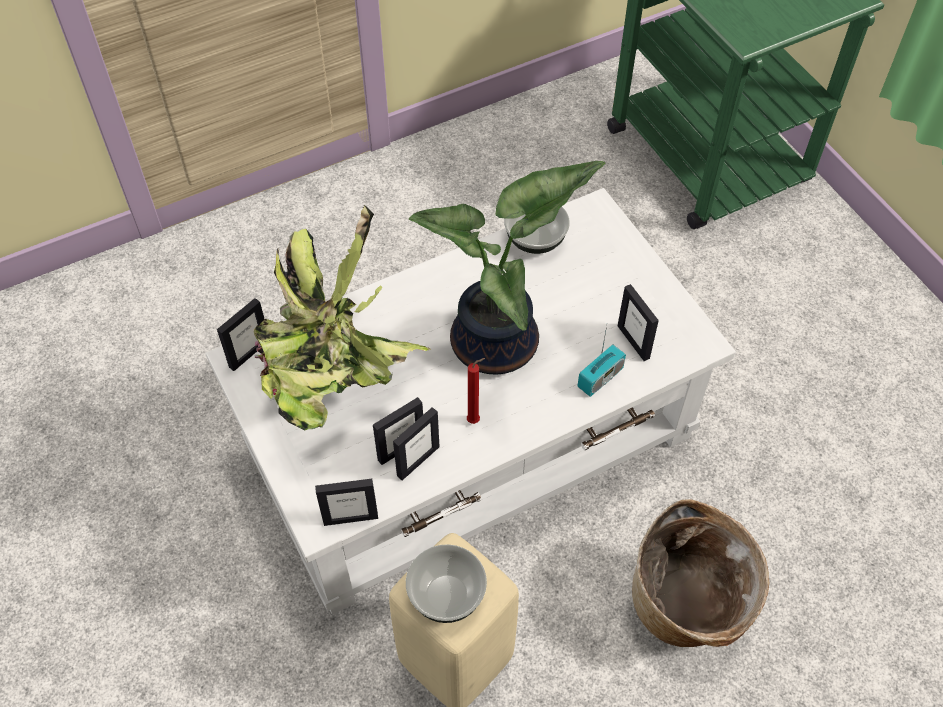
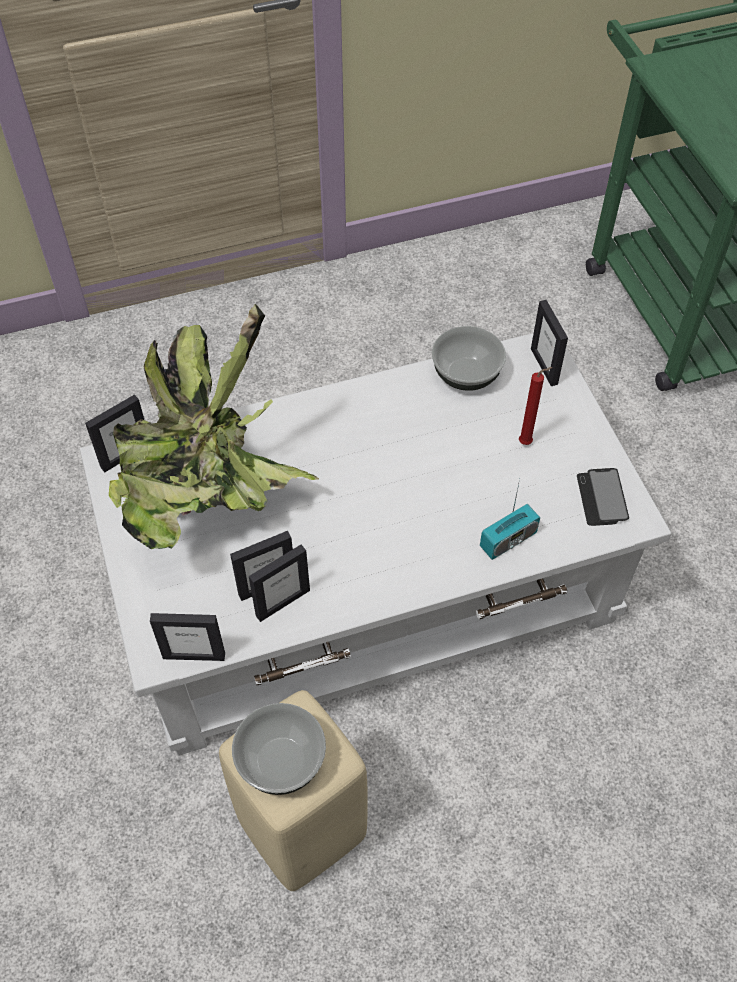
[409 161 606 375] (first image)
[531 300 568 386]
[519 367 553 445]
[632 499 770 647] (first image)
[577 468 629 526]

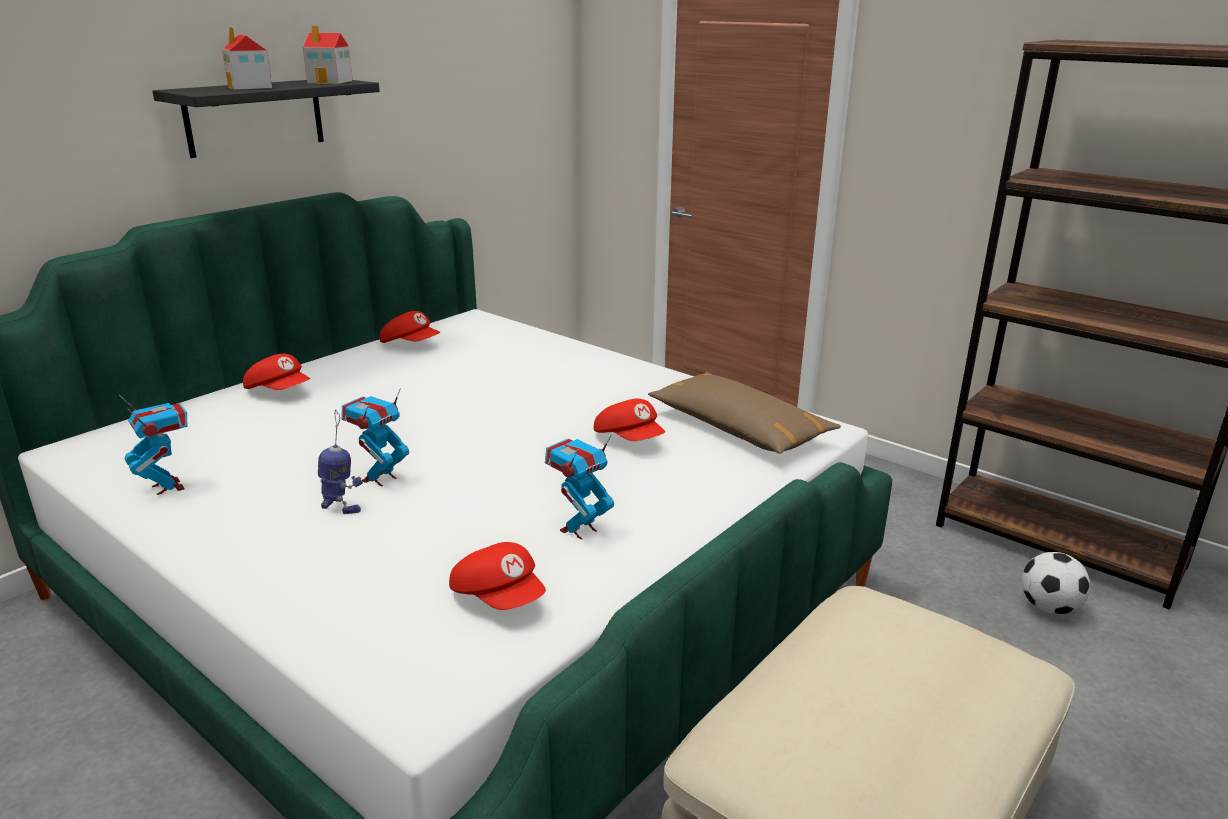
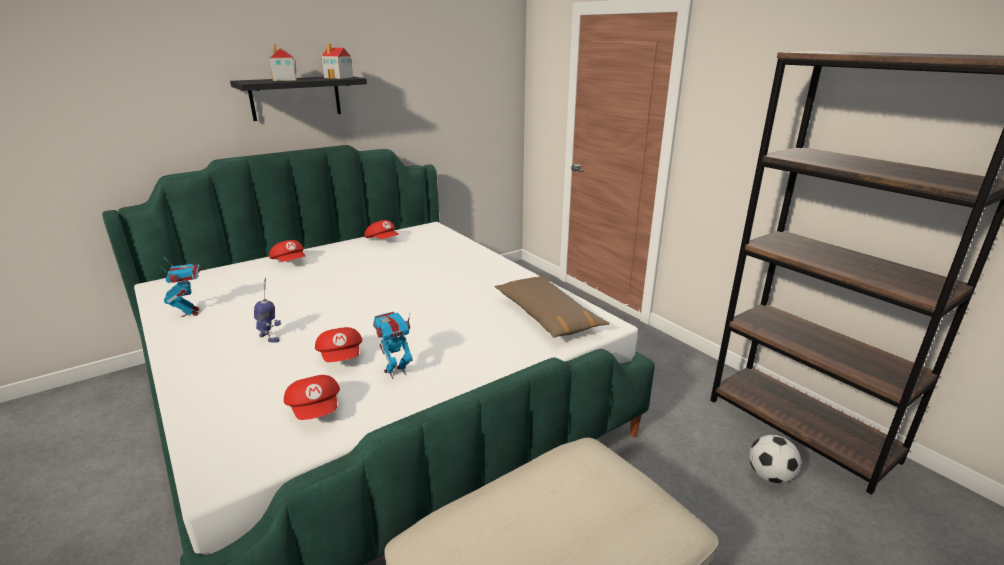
[341 388 409 486] (first image)
[315 327 363 362]

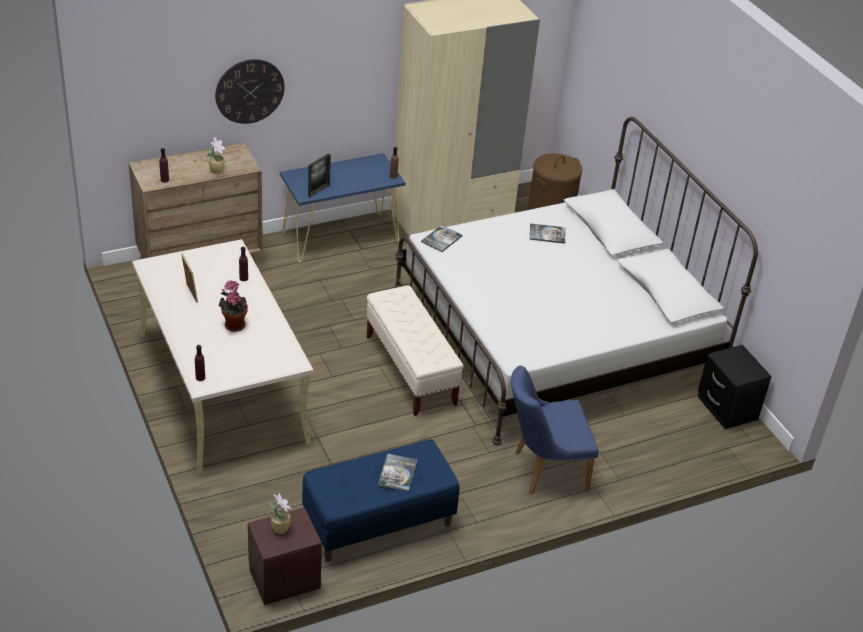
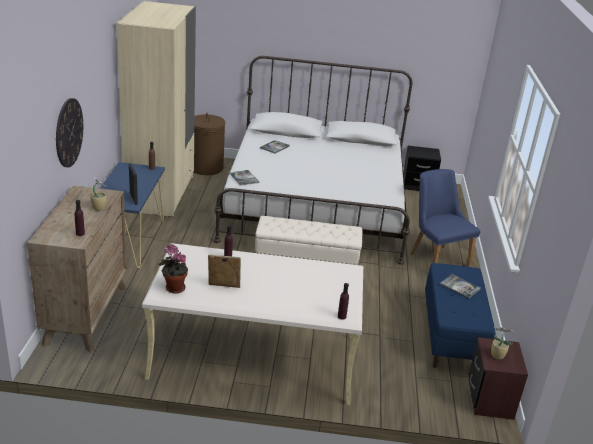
[158 244 188 294]
[410 169 480 267]

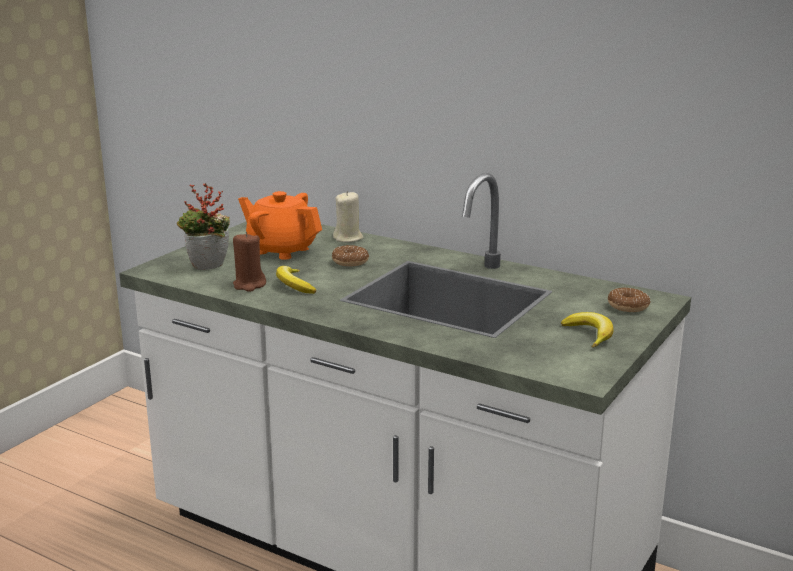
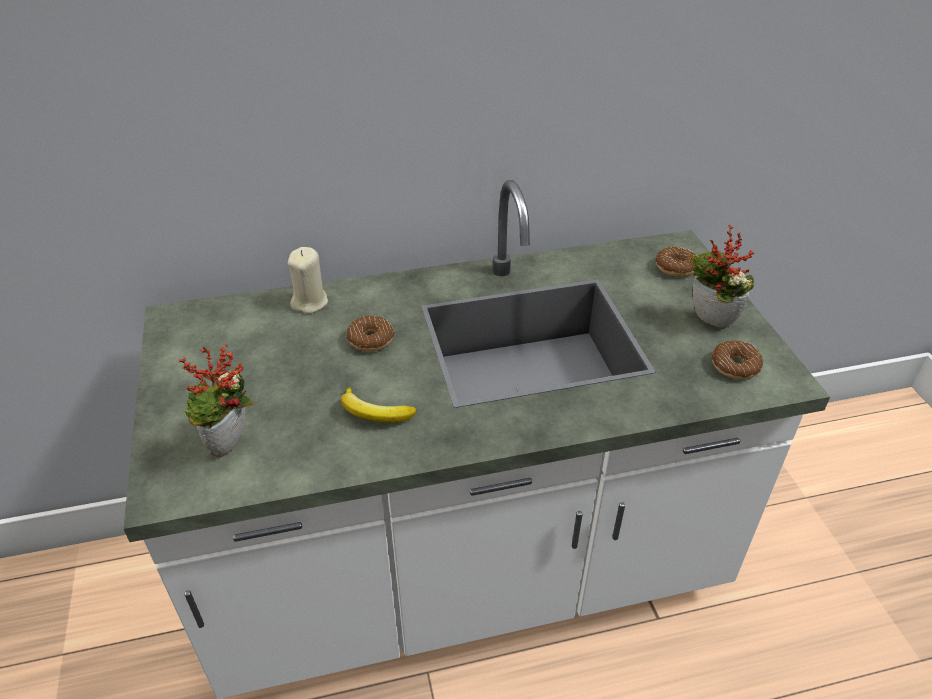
[238 191 322 260] (first image)
[233 232 266 292] (first image)
[690 224 755 328]
[712 341 763 379]

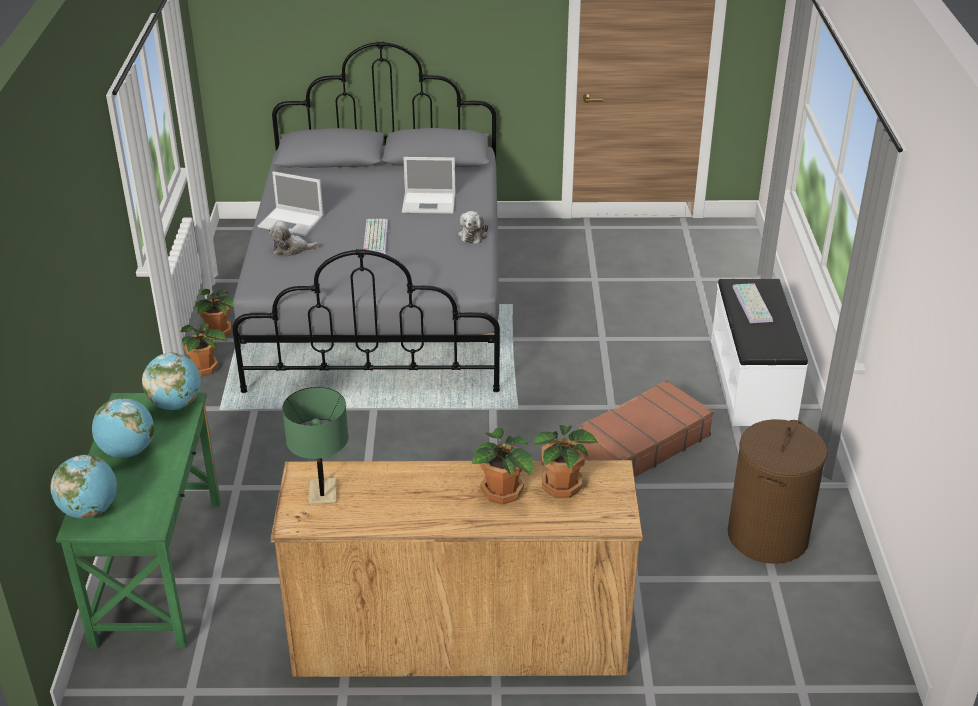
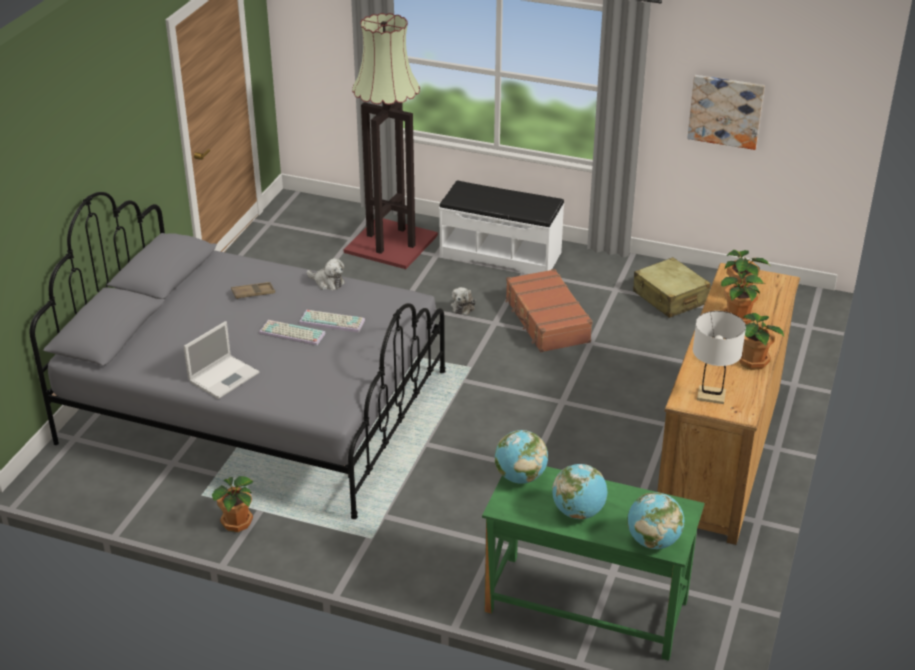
[231 282 275 299]
[451 287 476 315]
[299 310 365 333]
[739 313 784 370]
[693 311 746 404]
[633 257 711 318]
[344 13 438 269]
[687 75 765 150]

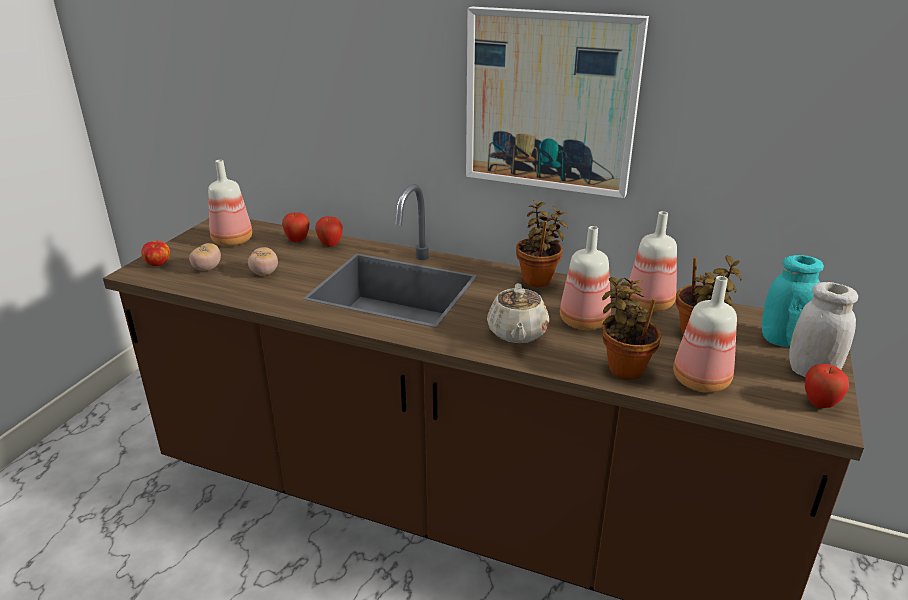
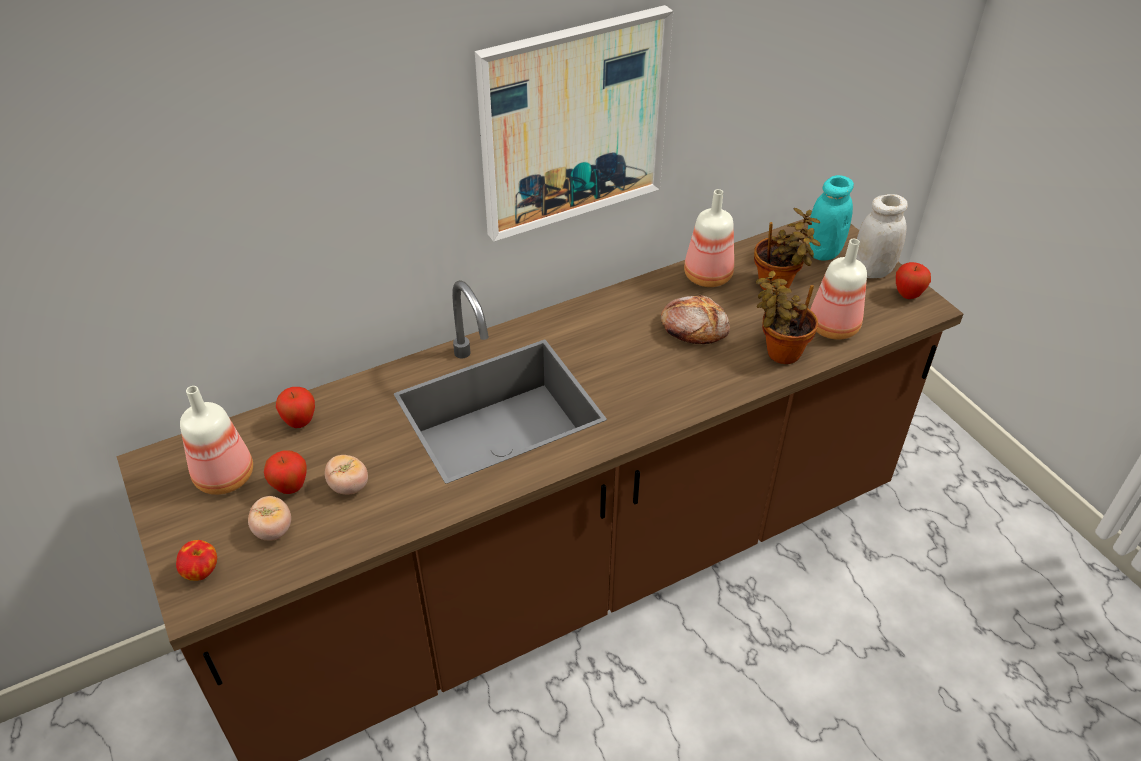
[516 200 568 287] (first image)
[264 450 307 494]
[661 295 730 344]
[487 283 549 343] (first image)

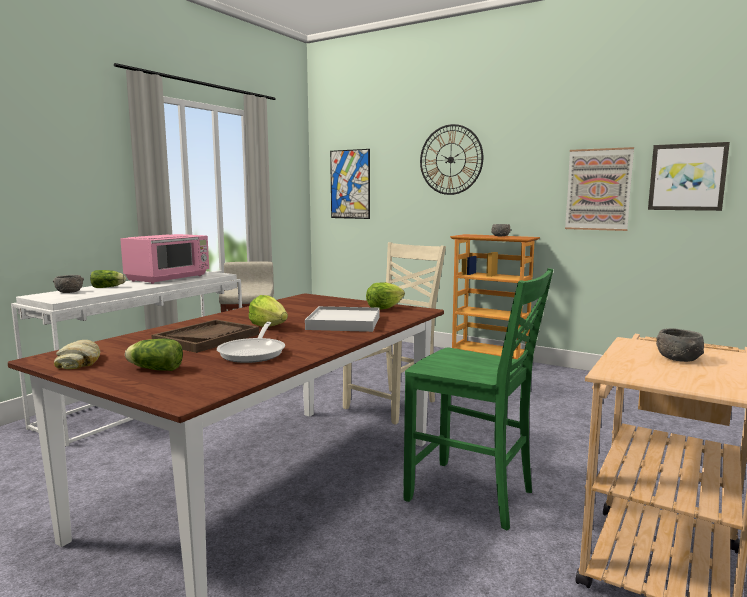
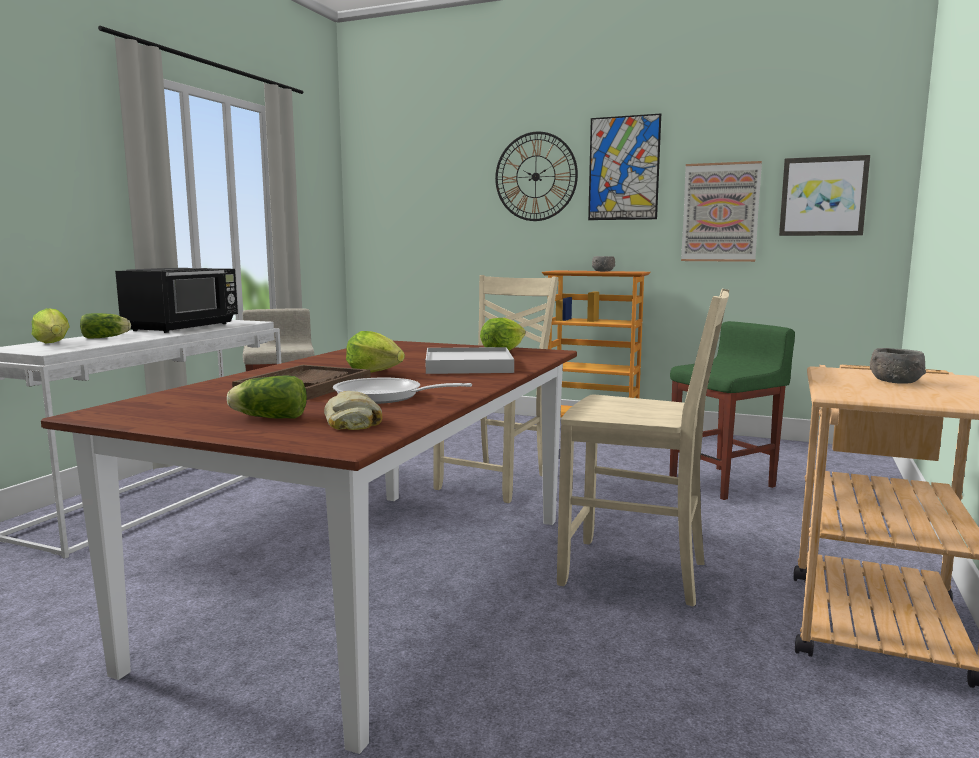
[588 113 661 220]
[115 268 238 333]
[557 289 729 607]
[32 308 70 343]
[333 378 472 404]
[324 391 382 430]
[670 321 795 500]

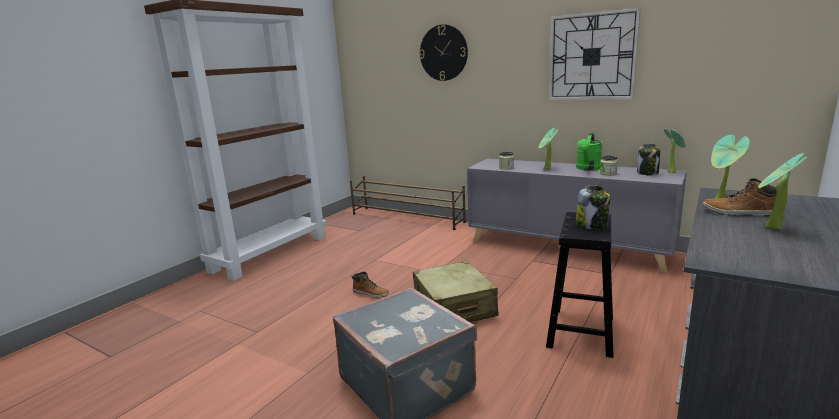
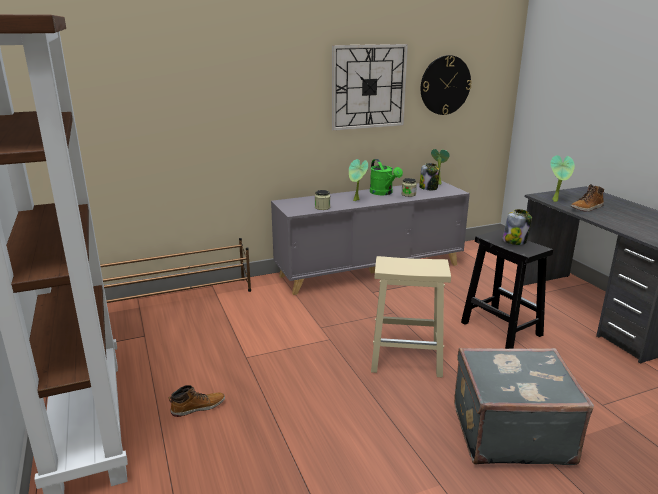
[421 55 472 115]
[758 153 807 230] (first image)
[371 256 451 378]
[169 385 225 417]

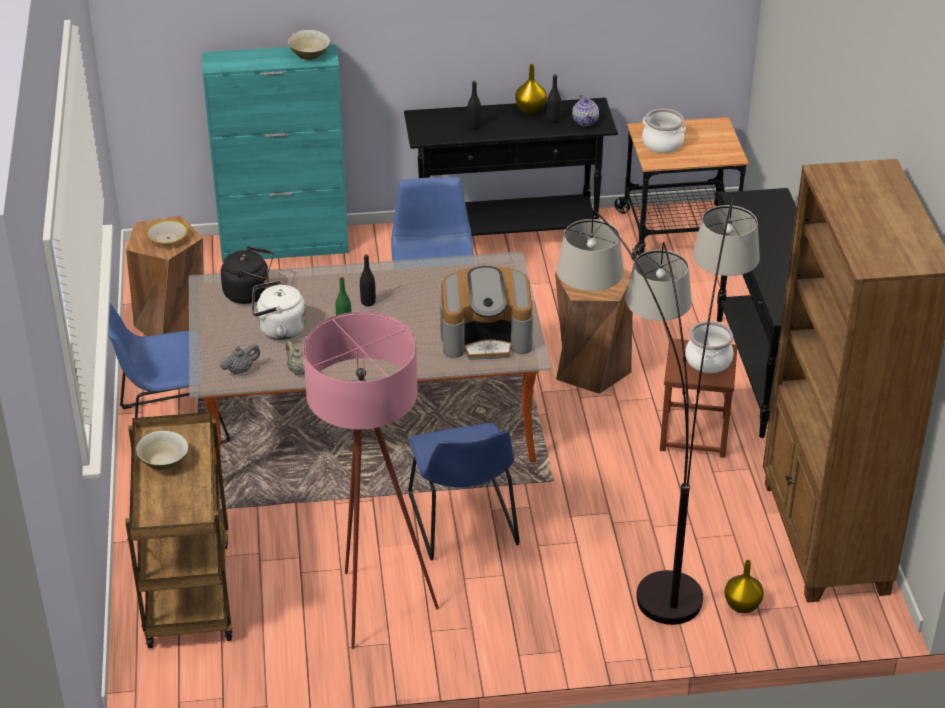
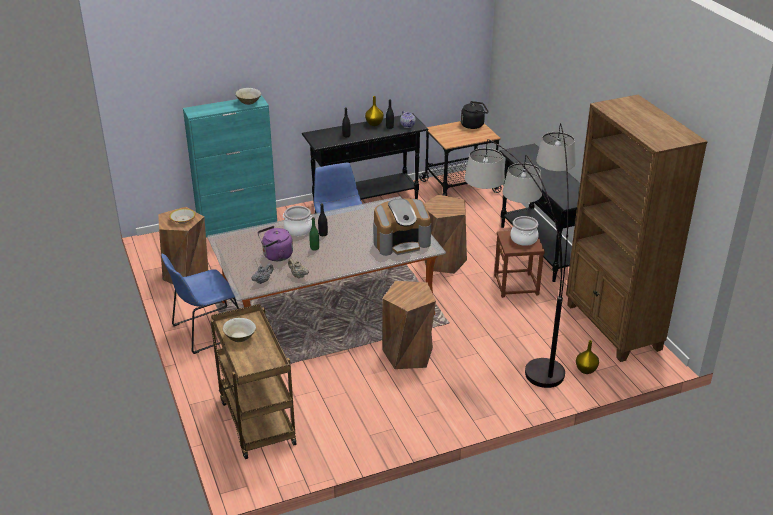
[283 206 313 236]
[461 101 489 129]
[258 226 293 261]
[303 312 439 649] (first image)
[382 281 436 369]

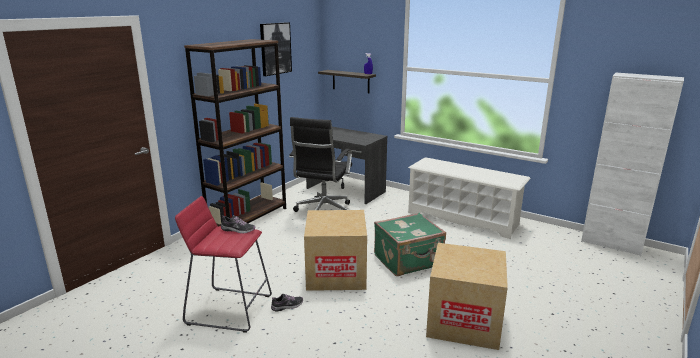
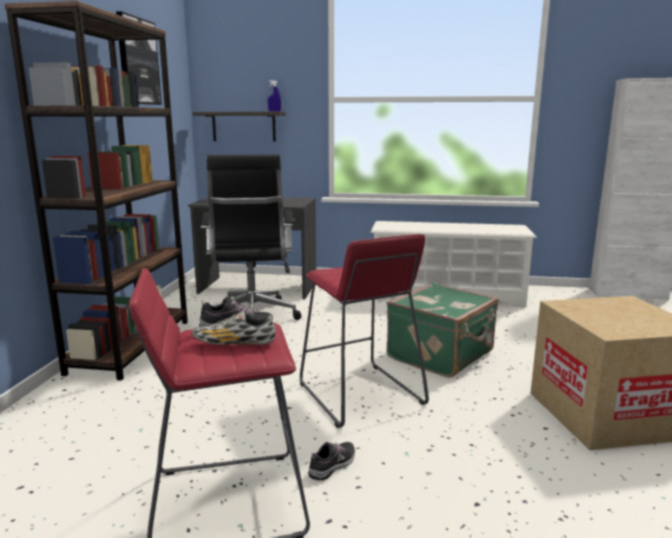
[300 234 429 428]
[192 310 276 345]

